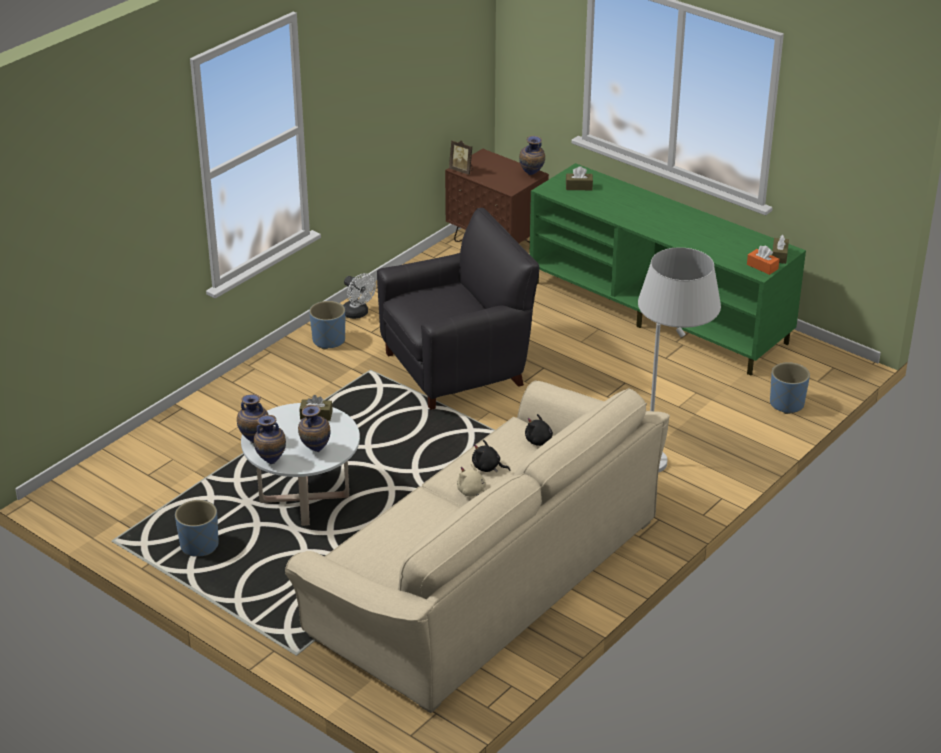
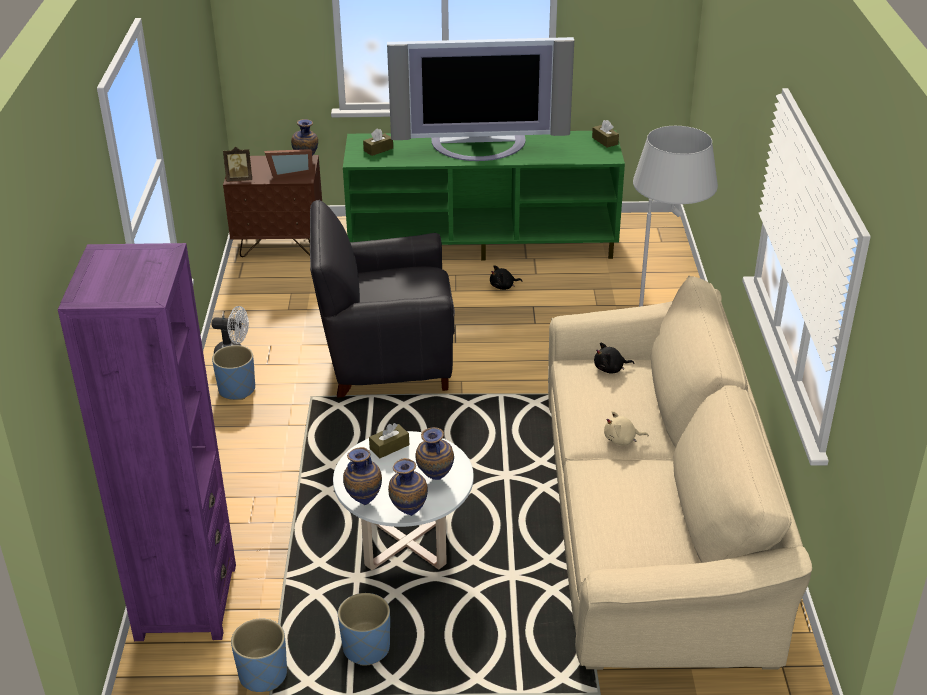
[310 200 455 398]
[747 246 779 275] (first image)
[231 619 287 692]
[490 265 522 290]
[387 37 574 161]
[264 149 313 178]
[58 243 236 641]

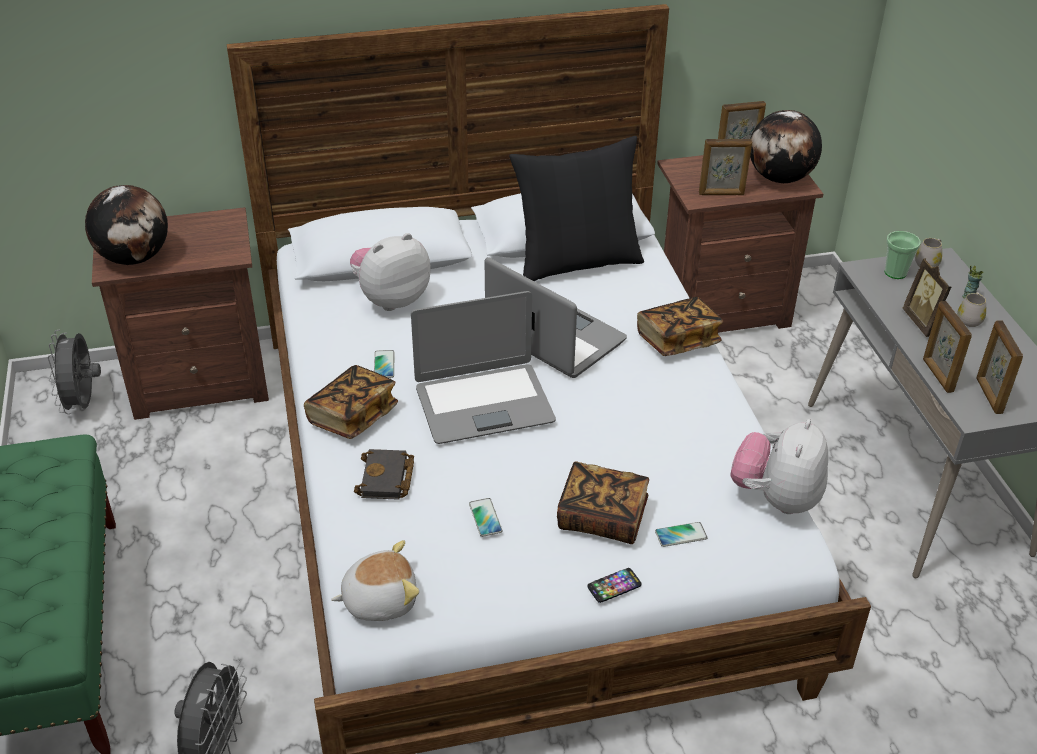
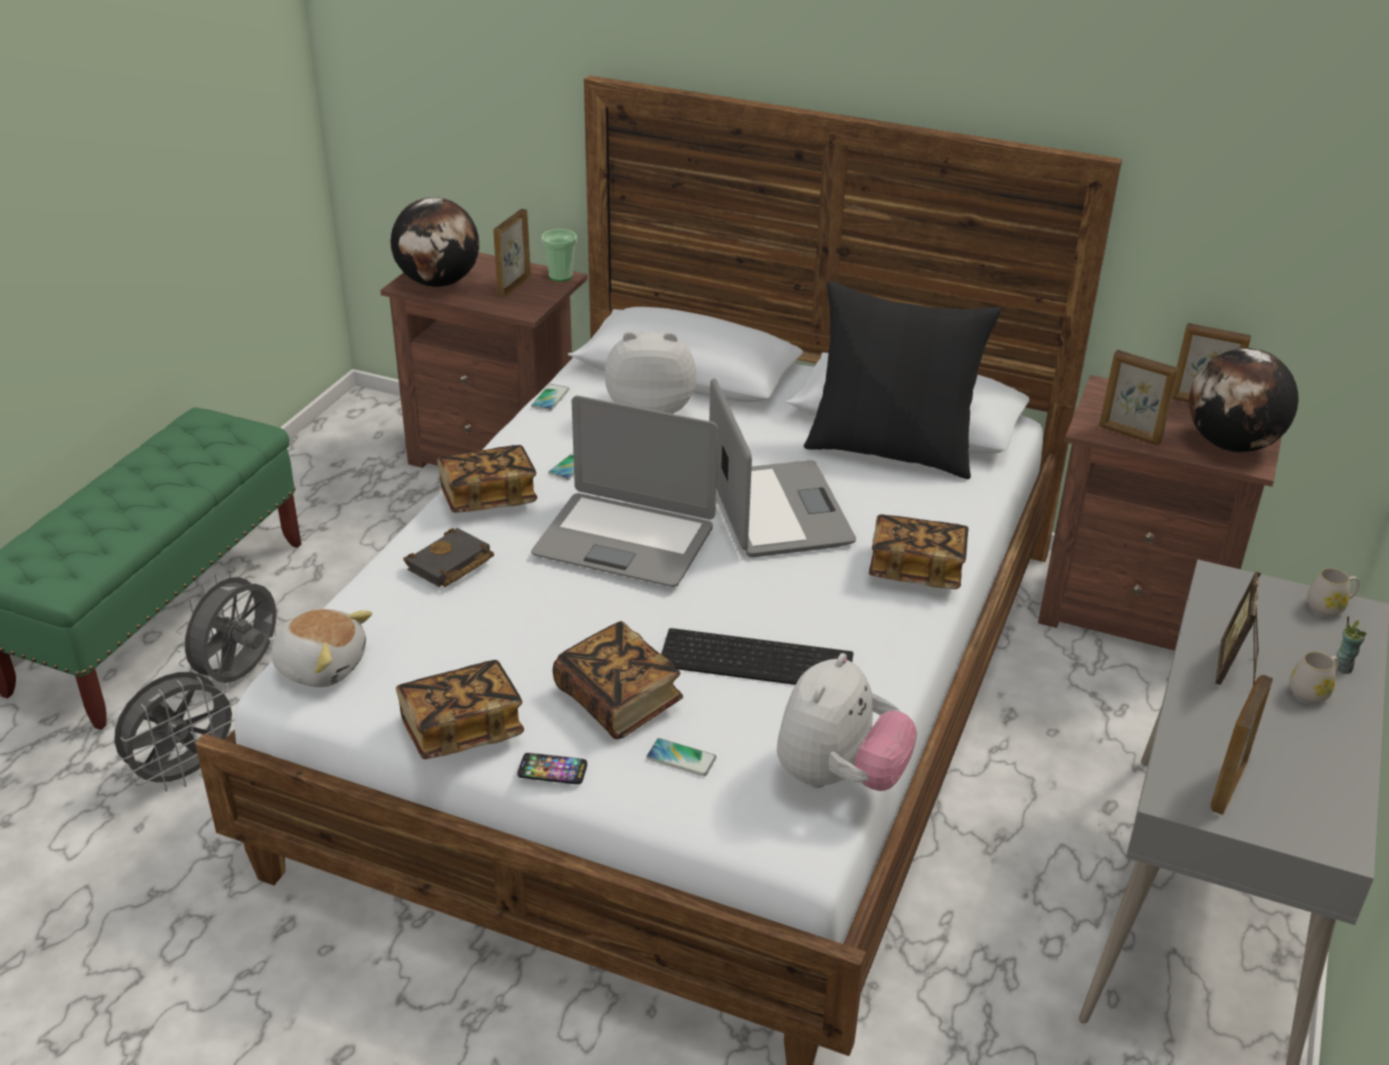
[541 229 577 281]
[493 209 531 298]
[175 569 276 683]
[777 653 917 791]
[531 384 569 411]
[661 628 853 685]
[396 660 524 759]

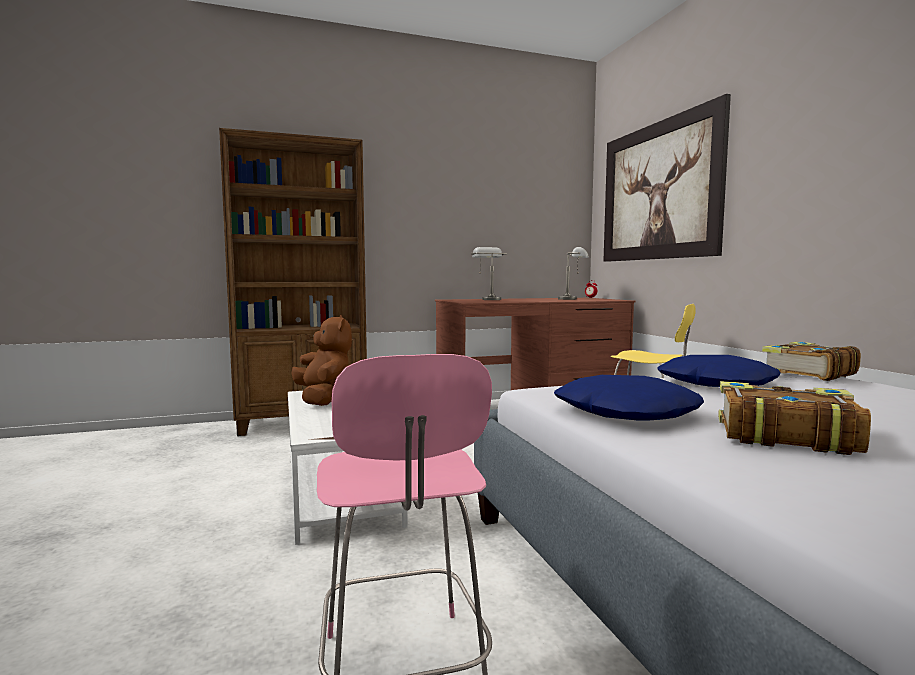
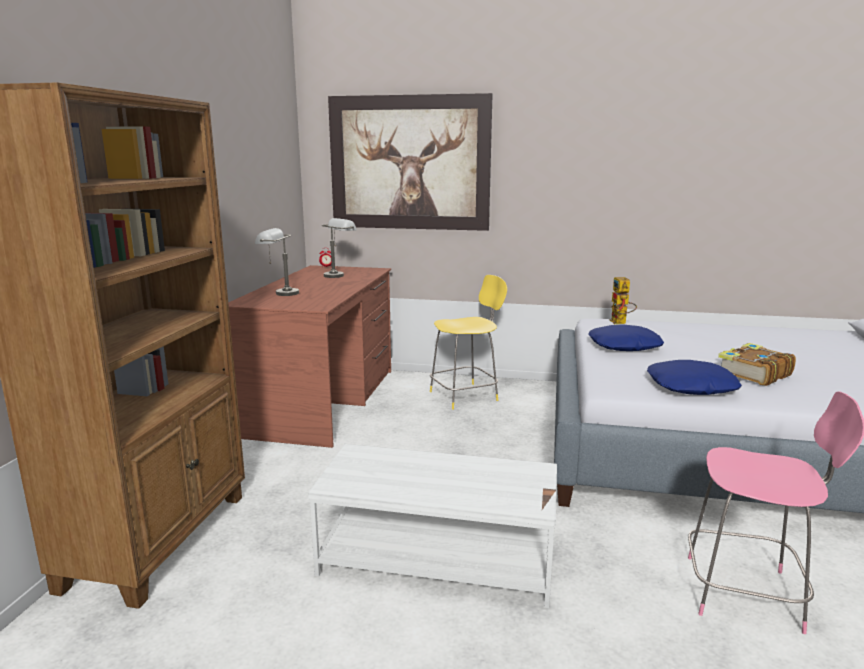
[292 315 352 406] (first image)
[609 277 637 324]

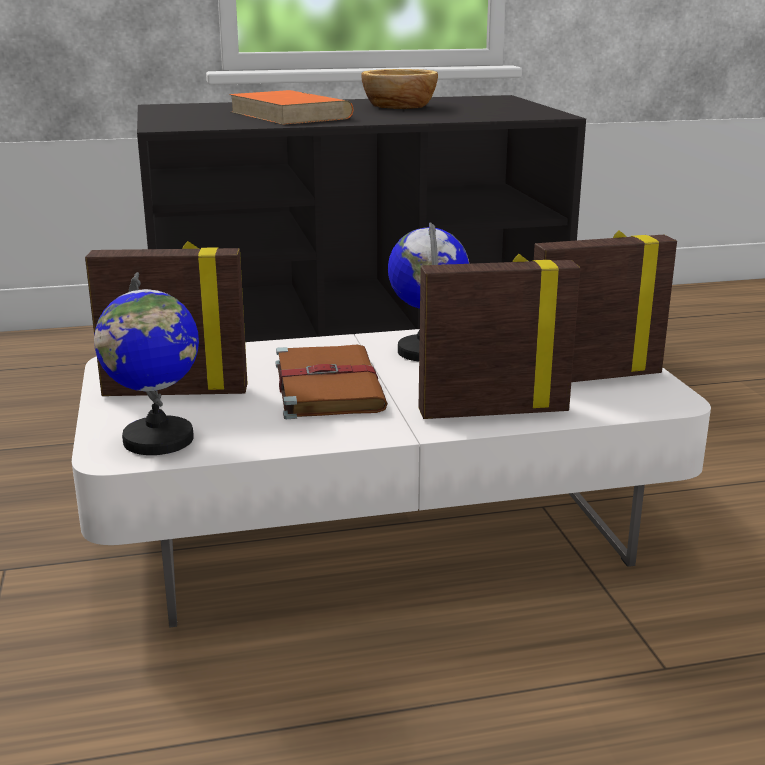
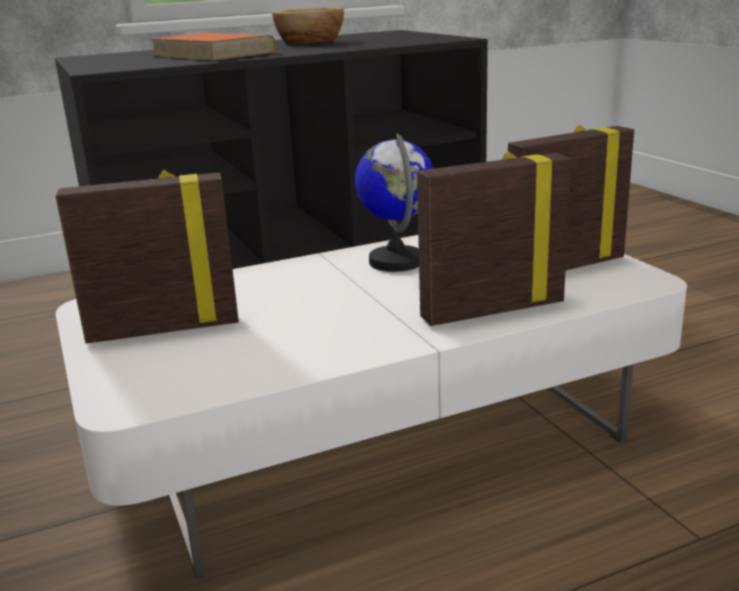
[94 272 199 455] (first image)
[276 345 388 419] (first image)

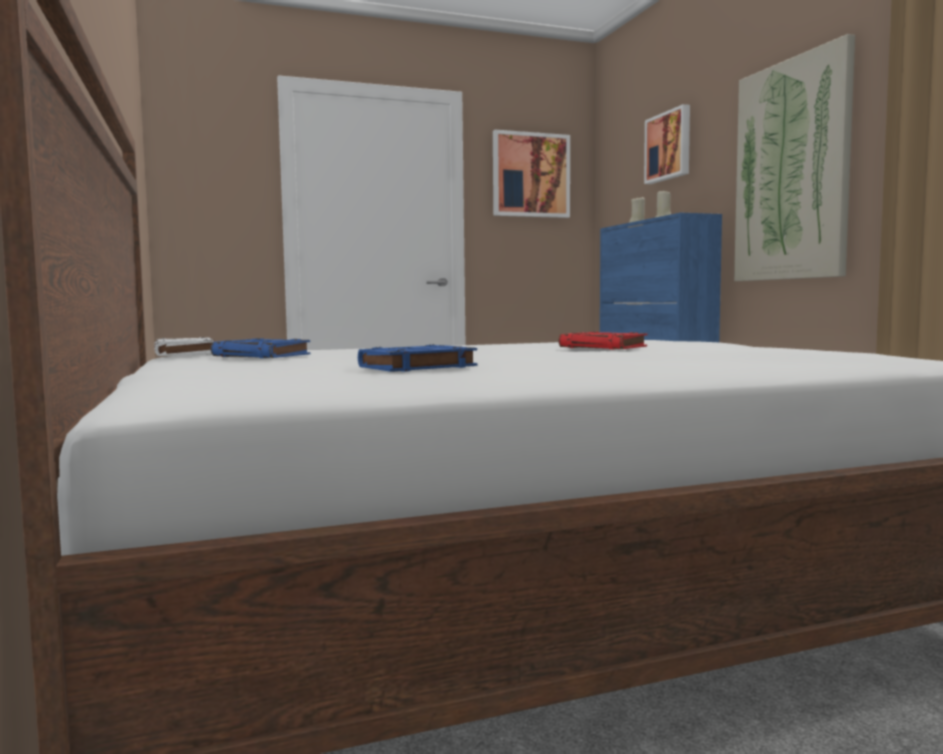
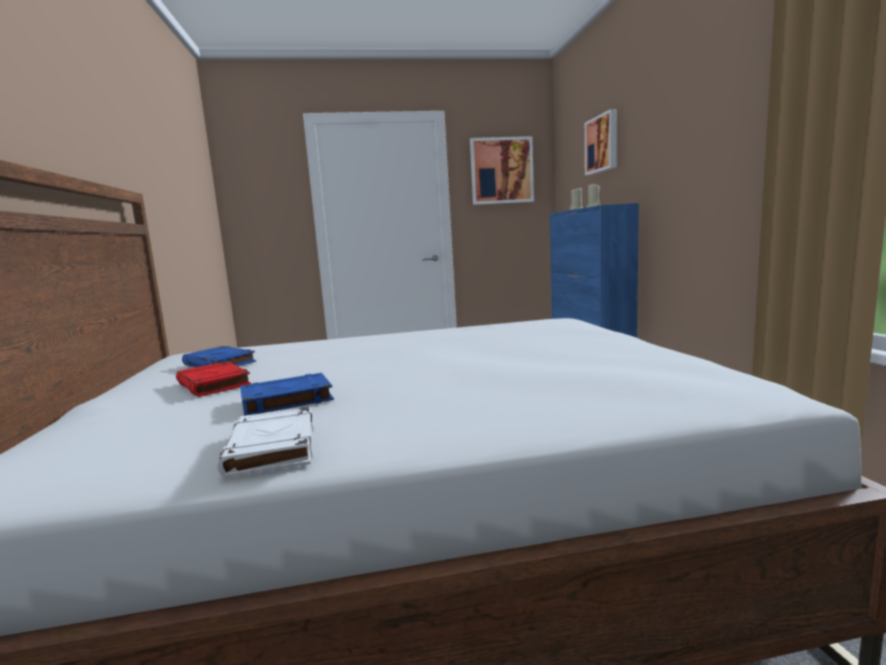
[734 34 855 281] (first image)
[176 361 251 397]
[217 407 313 478]

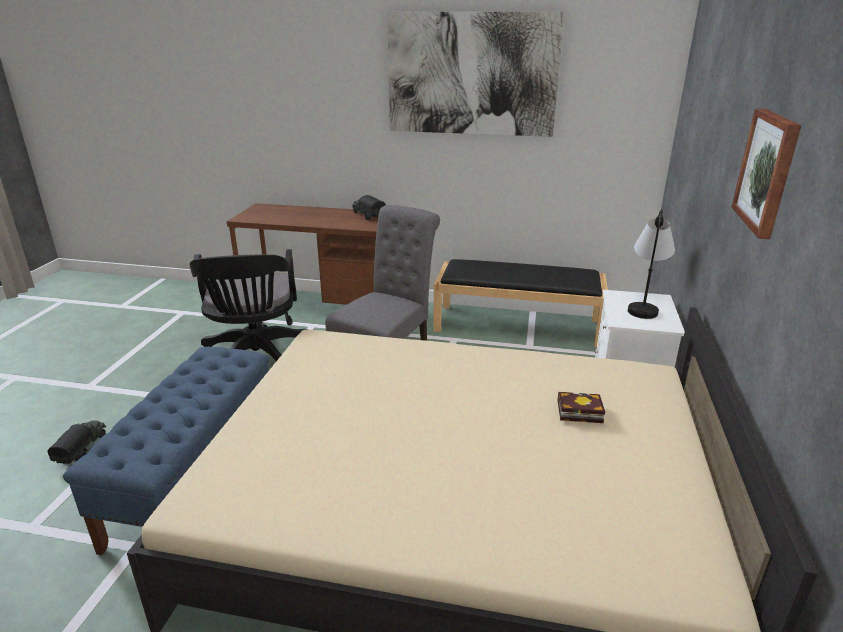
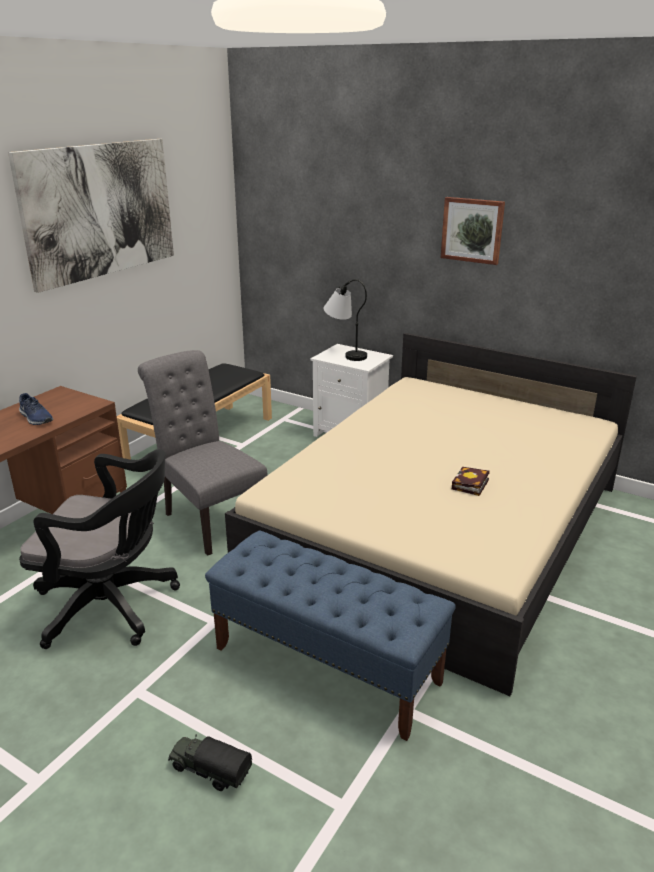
[352 195 386 220] (first image)
[452 467 490 496]
[19 393 53 425]

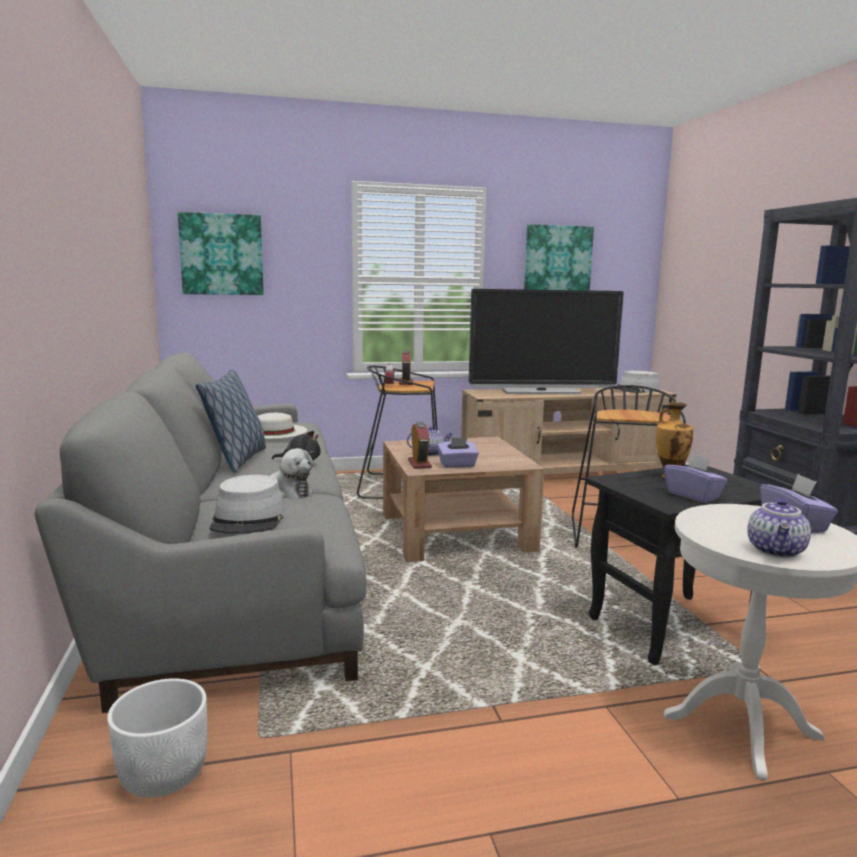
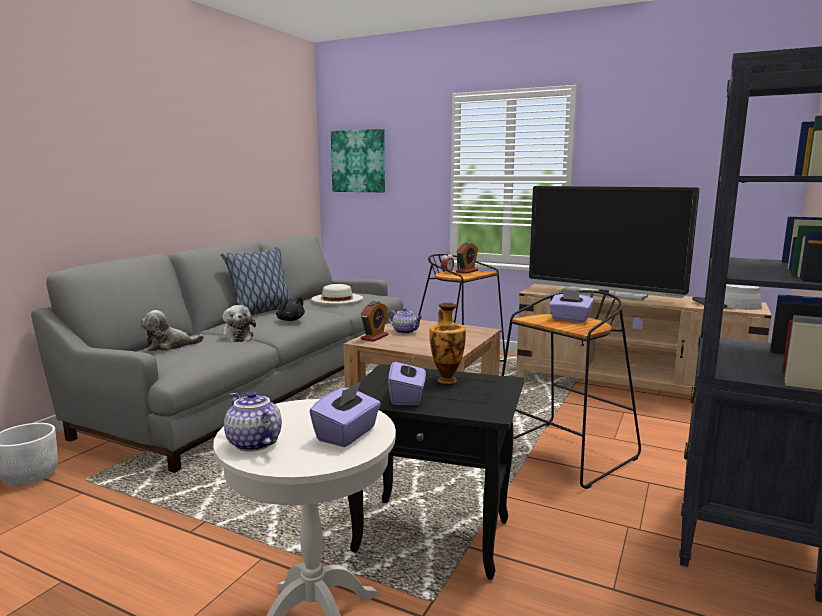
[524 224 594 291] (first image)
[549 289 594 322]
[140 310 204 351]
[224 391 282 452]

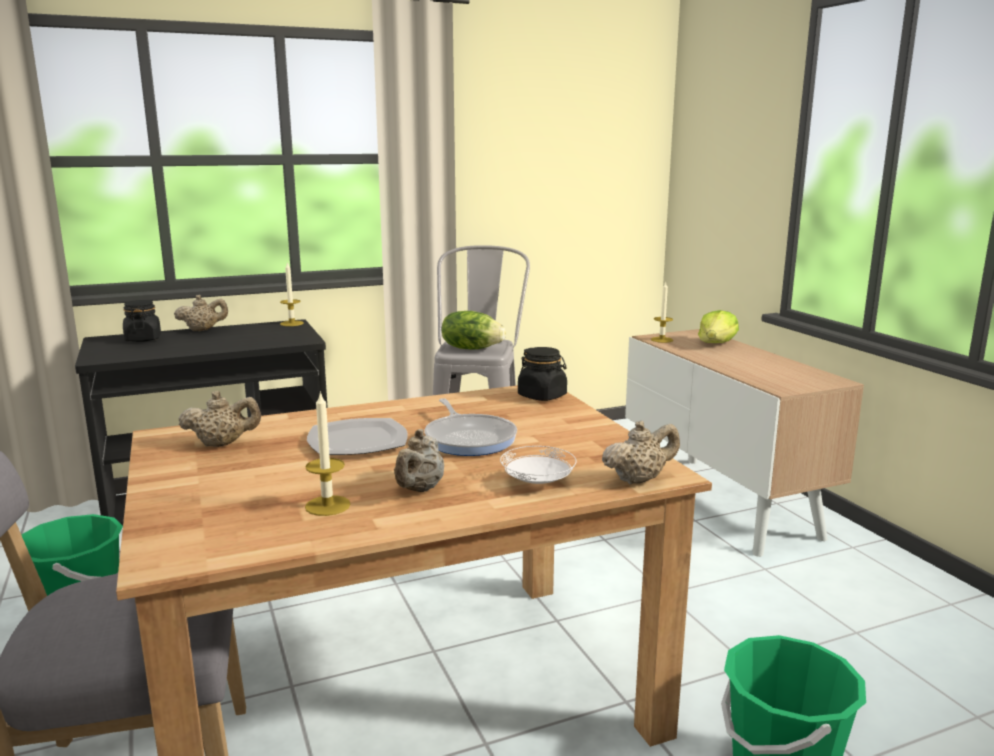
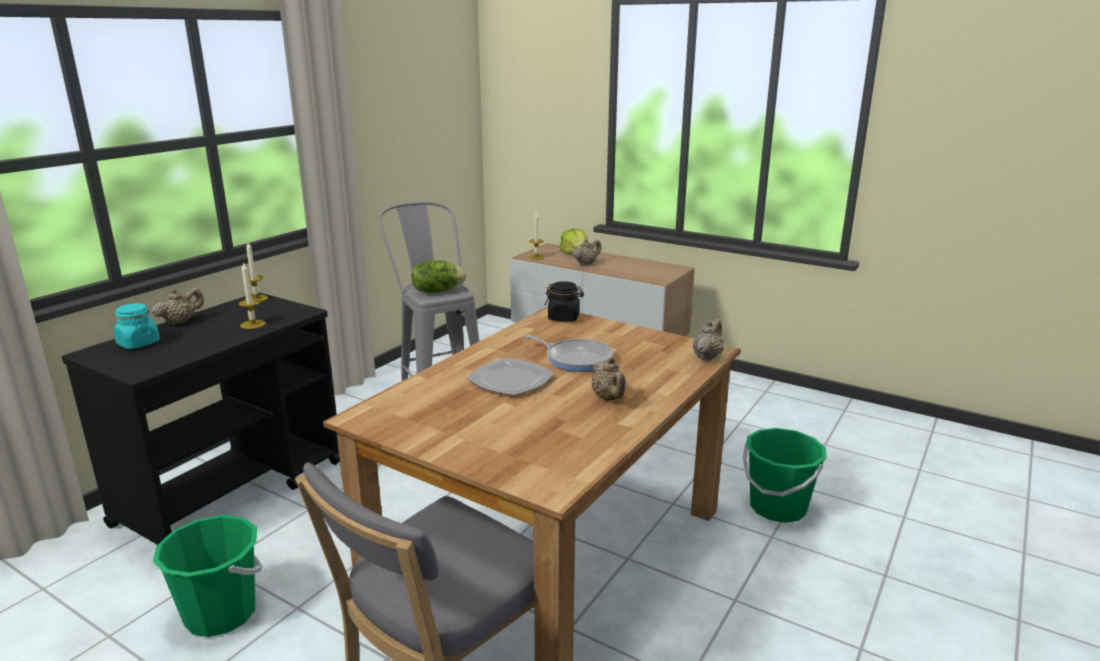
[114 303 160 349]
[573 239 601 266]
[239 262 266 329]
[500 446 577 484] (first image)

